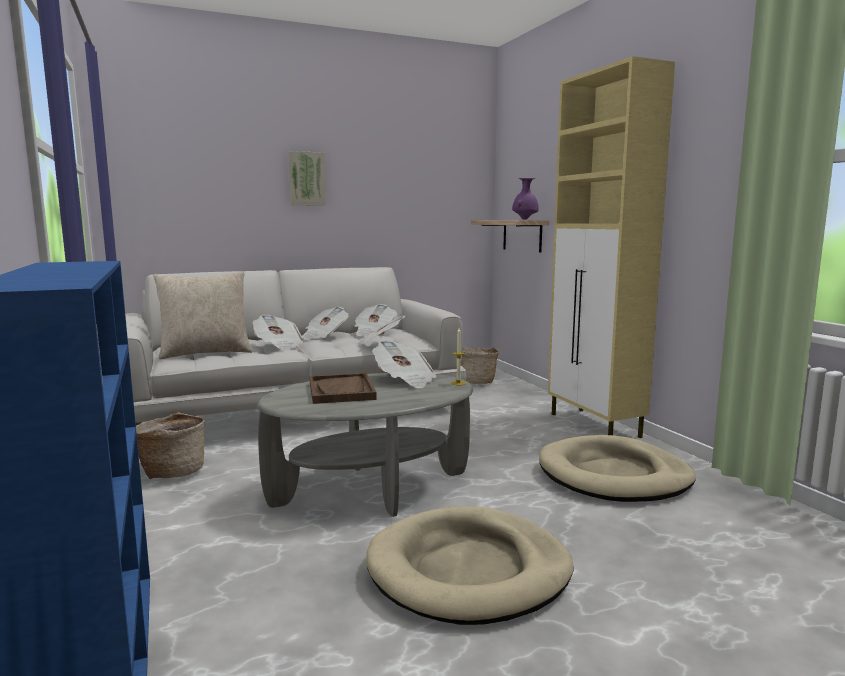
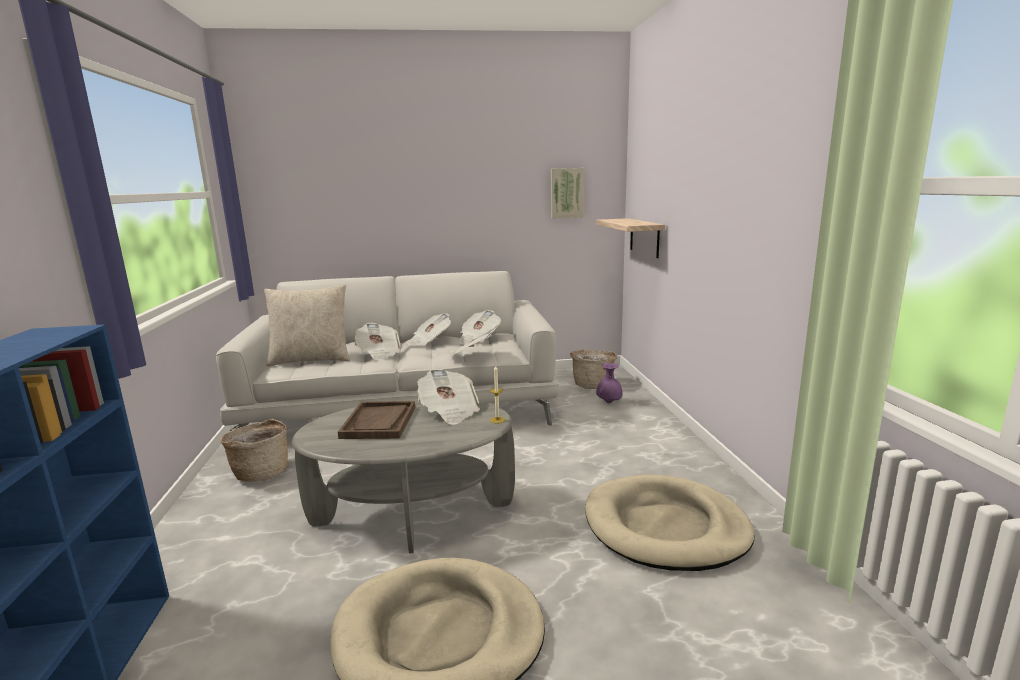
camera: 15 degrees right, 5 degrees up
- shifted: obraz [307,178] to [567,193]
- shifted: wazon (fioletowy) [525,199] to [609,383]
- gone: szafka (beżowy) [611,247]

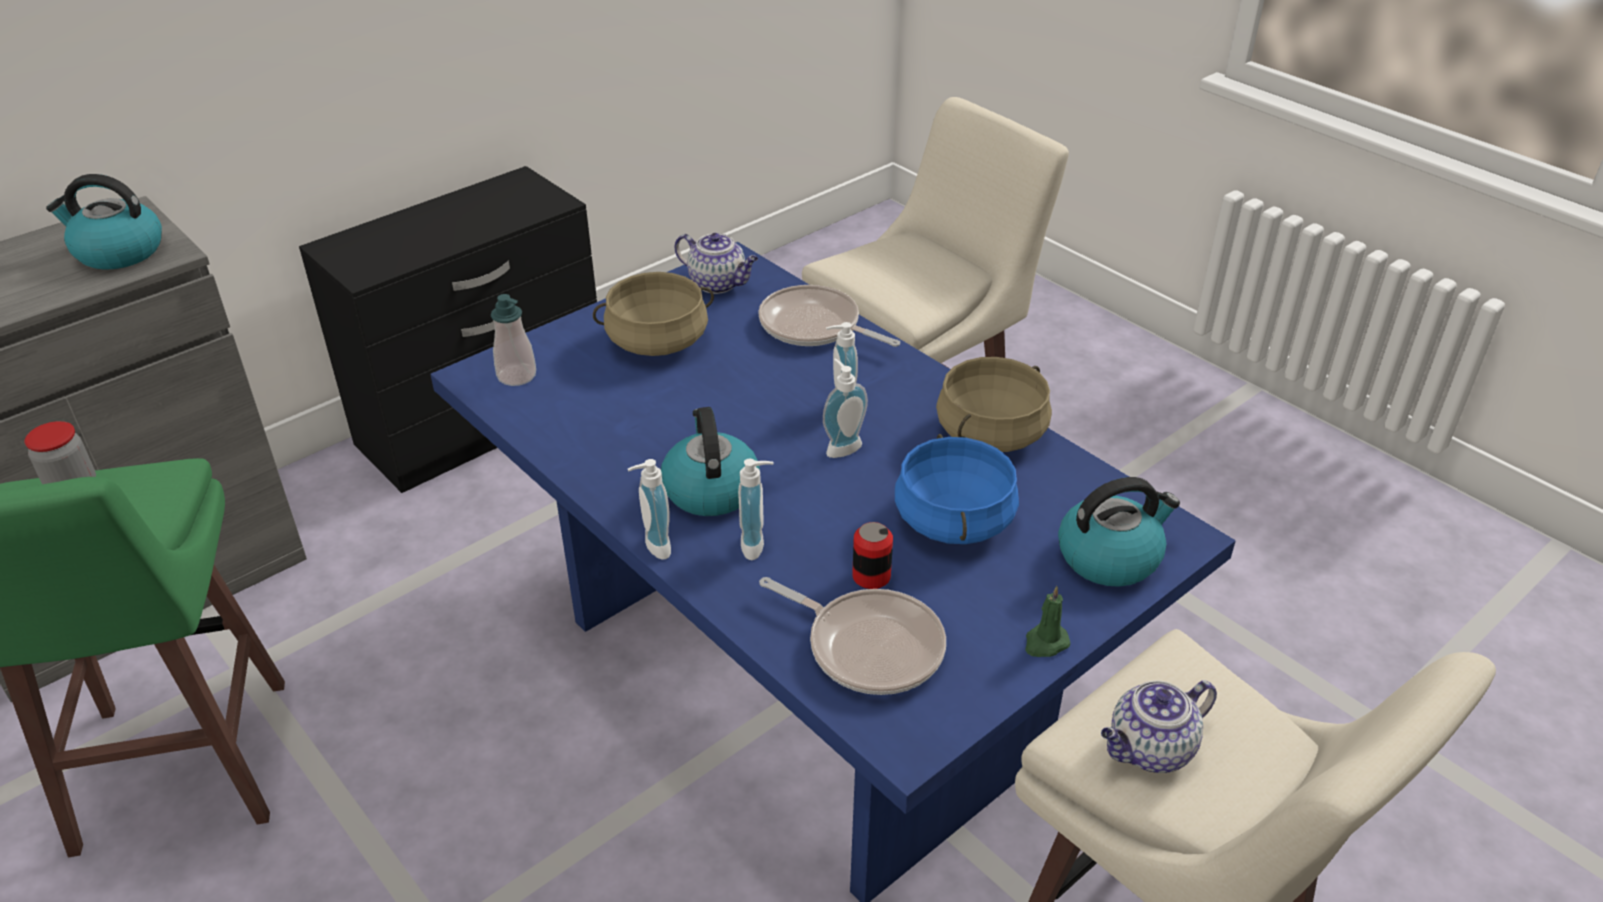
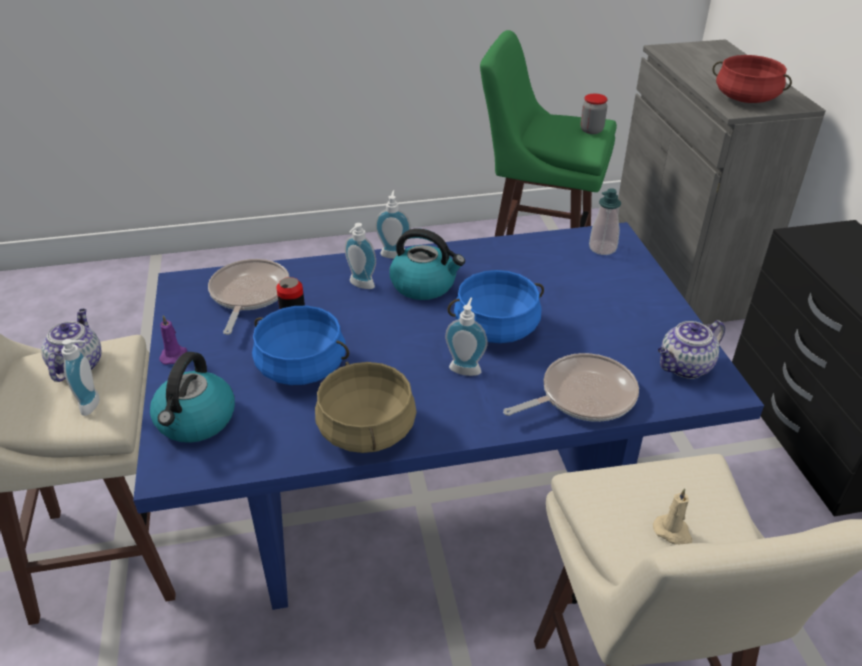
camera: 120 degrees right, 0 degrees up
- swapped: czajnik [104,222] to garnek (czerwony) [752,79]
- gone: garnek (beżowy) [653,314]
- rotated: patelnia [852,636] = [248,297] 120 degrees clockwise
- shifted: dozownik mydła [845,408] to [80,377]
- repainted: świeca (zielony) [1048,621] to świeca (fioletowy) [173,340]
- new: garnek (niebieski) [496,306]
- new: świeca (beżowy) [672,516]

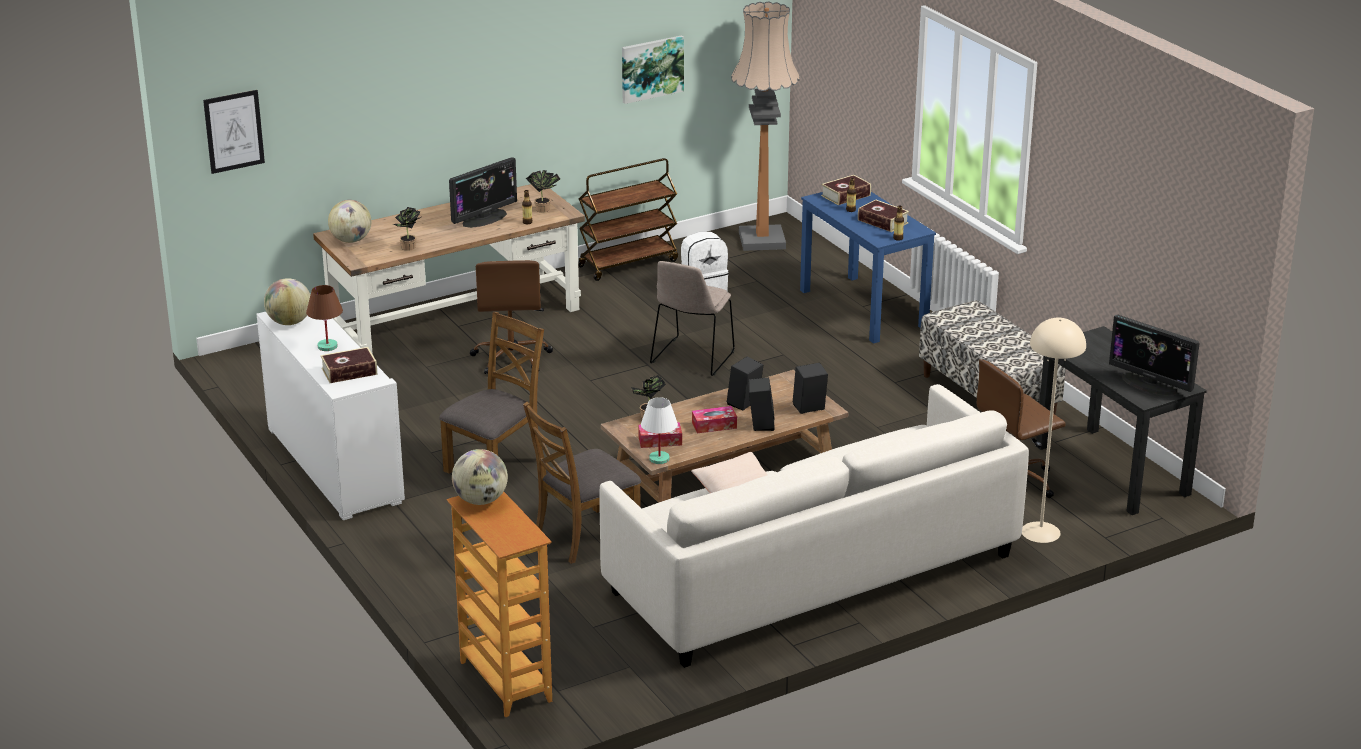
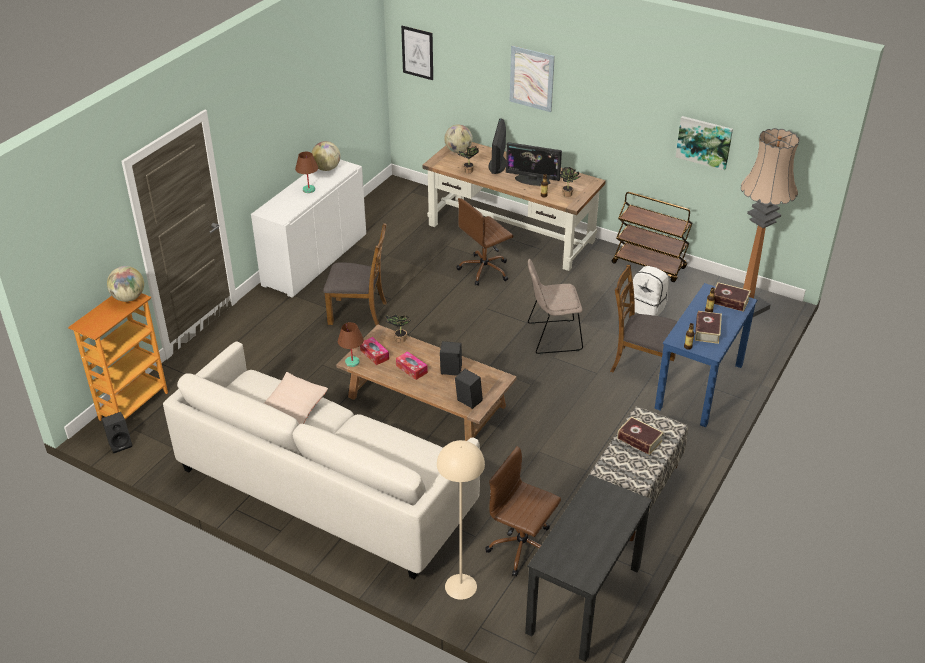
camera: 60 degrees right, 10 degrees up
- shifted: książka [349,365] to [640,435]
- shifted: krzesło (brązowy) [582,483] to [644,318]
- repainted: lampa stołowa (biały) [659,430] to lampa stołowa (brązowy) [351,344]
- shifted: głośnik (czarny) [761,404] to [116,432]
- shifted: monitor [1154,355] to [497,146]
- new: obraz [532,79]

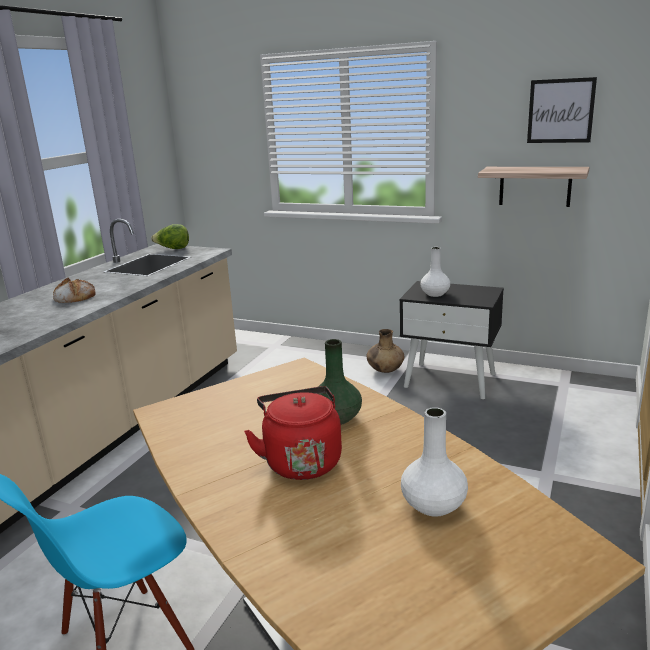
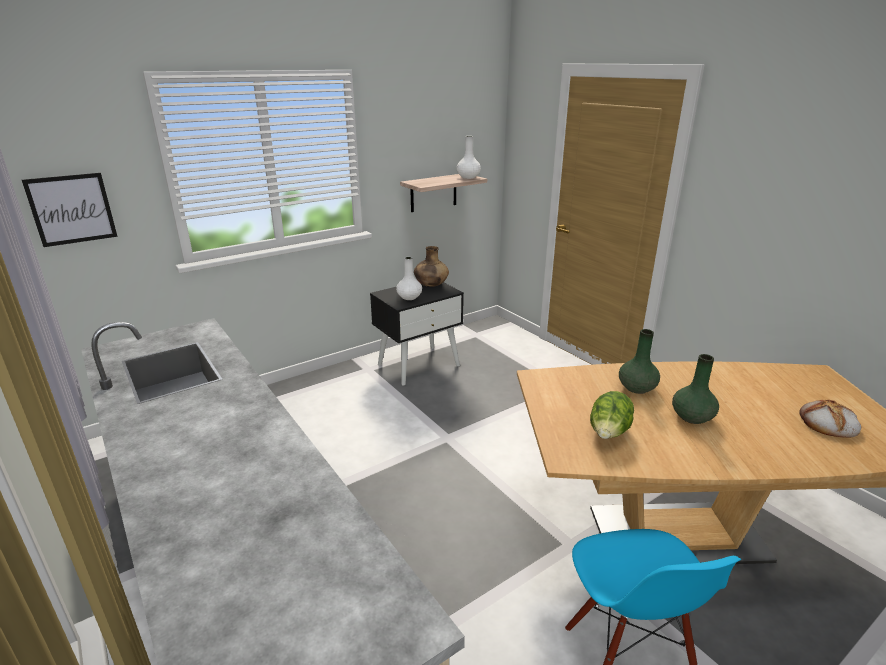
camera: 60 degrees left, 5 degrees up
- shifted: chleb [74,290] to [830,419]
- shifted: sałata [170,236] to [612,415]
- swapped: czajnik (czerwony) [293,433] to wazon (zielony) [695,389]
- shifted: wazon (brązowy) [385,351] to [431,266]
- shifted: wazon (biały) [434,462] to [469,157]
- shifted: obraz [562,110] to [70,210]

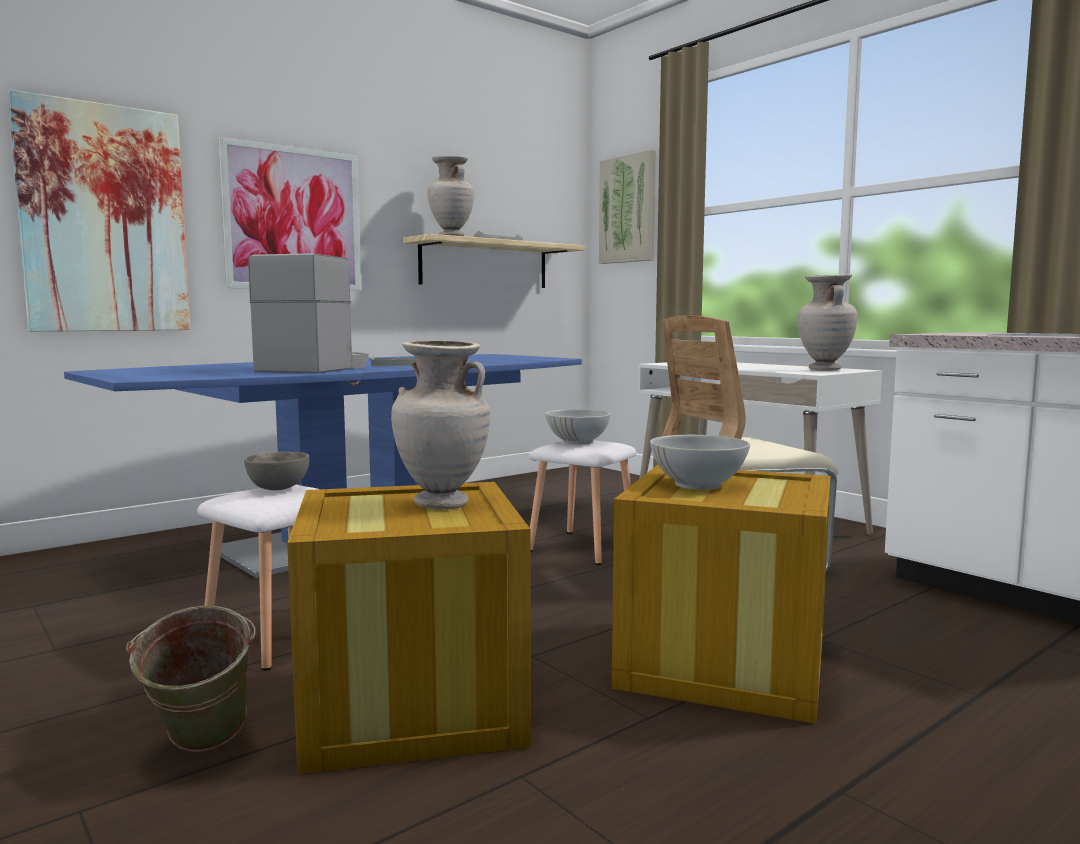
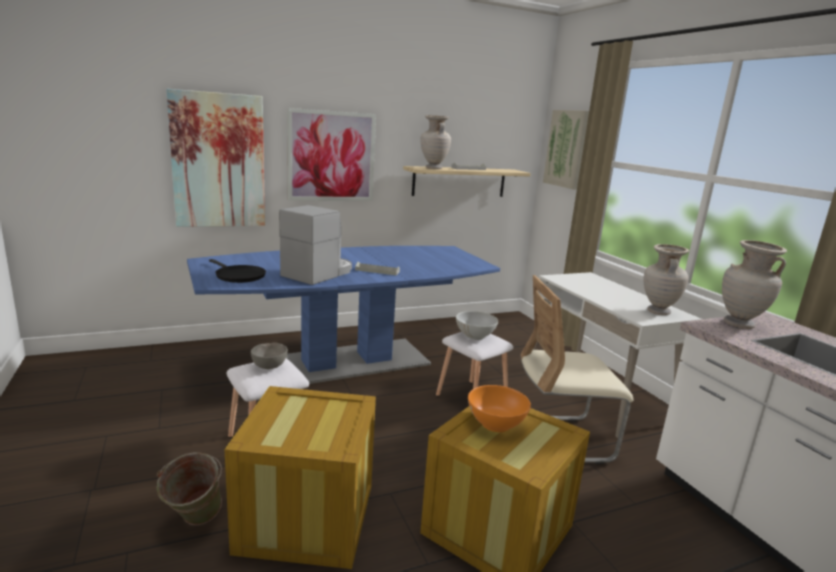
camera: 15 degrees right, 10 degrees up
- shifted: wazon (beżowy) [440,425] to [754,284]
- repainted: miska (biały) [700,462] to miska (pomarańczowy) [499,408]
- new: patelnia (czarny) [237,271]

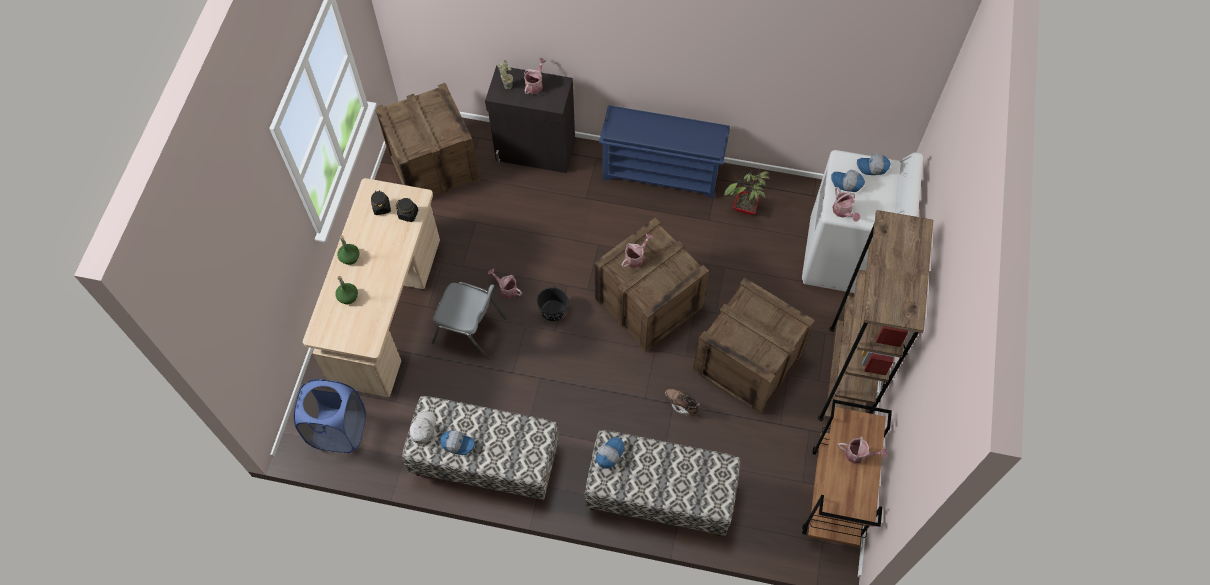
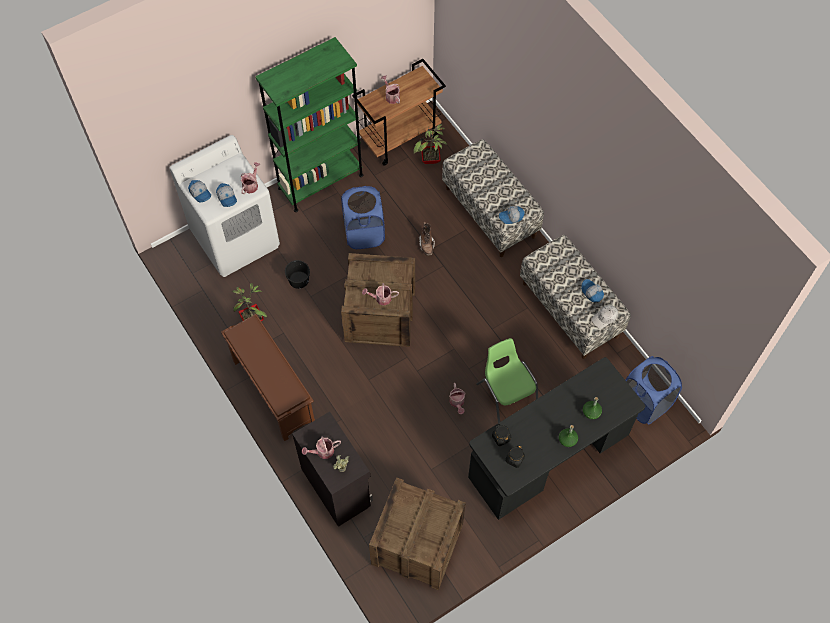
camera: 135 degrees left, 0 degrees up
- repainted: biurko (beżowy) [371,287] to biurko (czarny) [557,438]
- repainted: krzesło (szary) [469,320] to krzesło (zielony) [507,380]
- shifted: wiadro (czarny) [552,303] to [297,274]
- repainted: regał na buty (niebieski) [664,151] to regał na buty (brązowy) [268,377]
- swapped: skrzynka [754,345] to kosz na pranie (niebieski) [363,217]
- repainted: regał (brązowy) [875,315] to regał (zielony) [309,124]
- new: roślina doniczkowa [430,144]

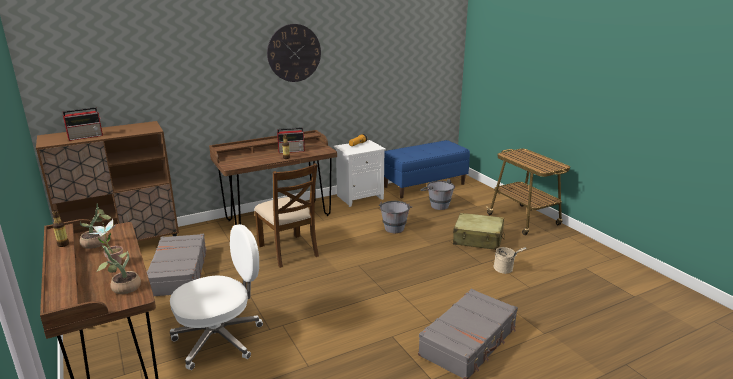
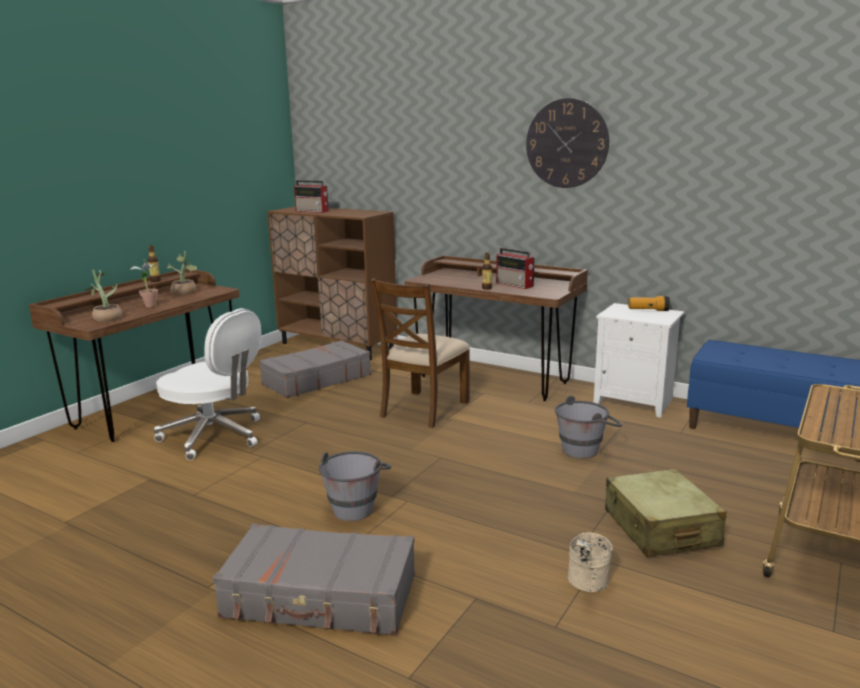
camera: 60 degrees right, 5 degrees down
- shifted: wiadro (szary) [438,194] to [355,486]

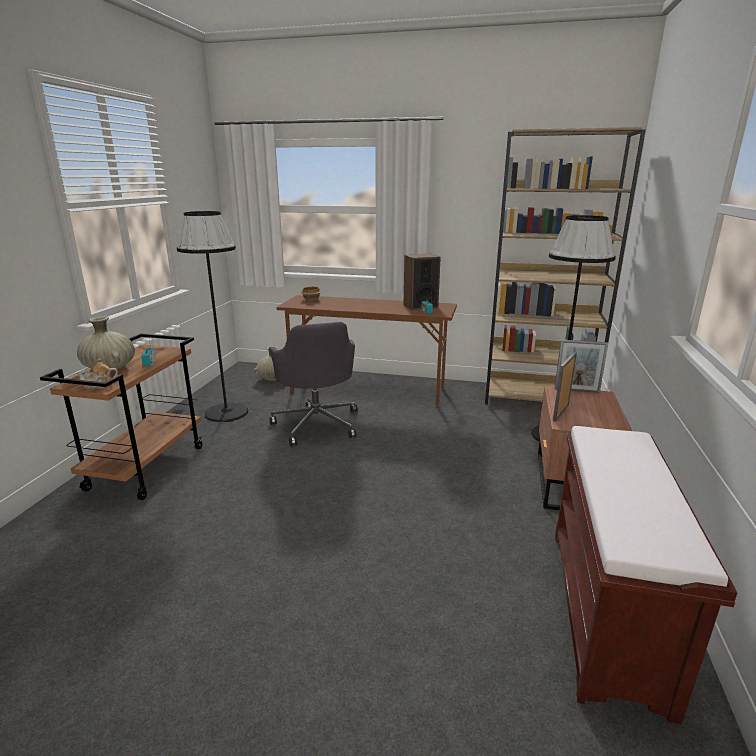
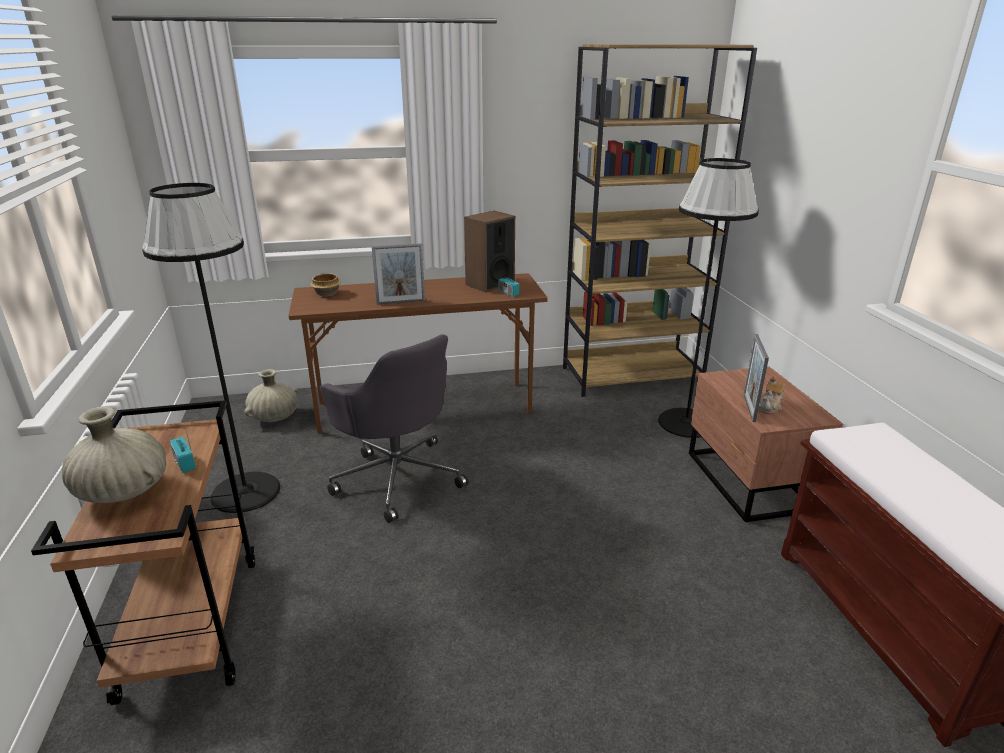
camera: 25 degrees left, 5 degrees up
- shifted: imbryk [97,373] to [771,395]
- shifted: ramka na zdjęcie [581,366] to [398,274]

